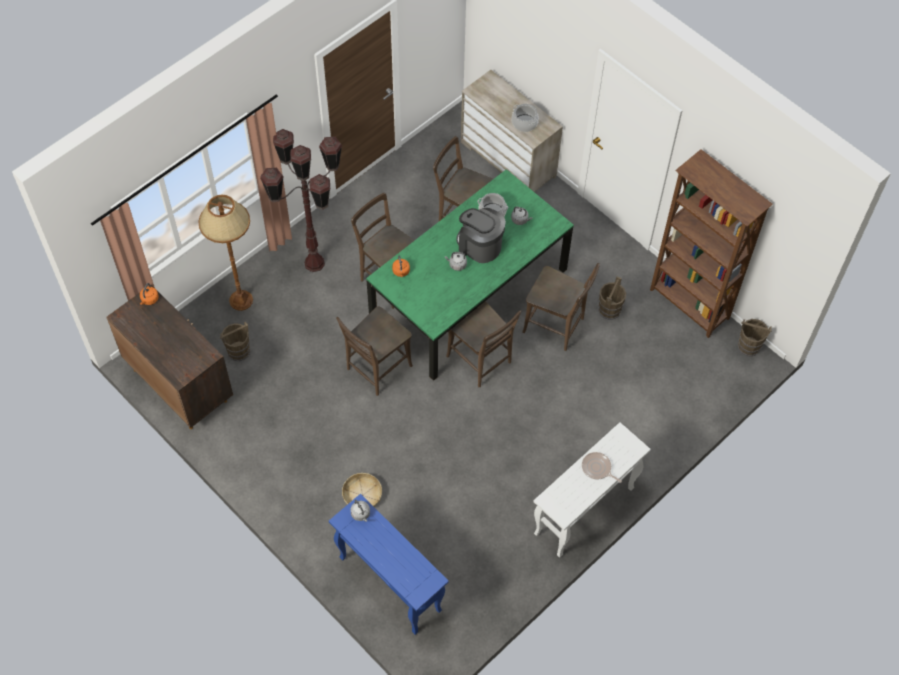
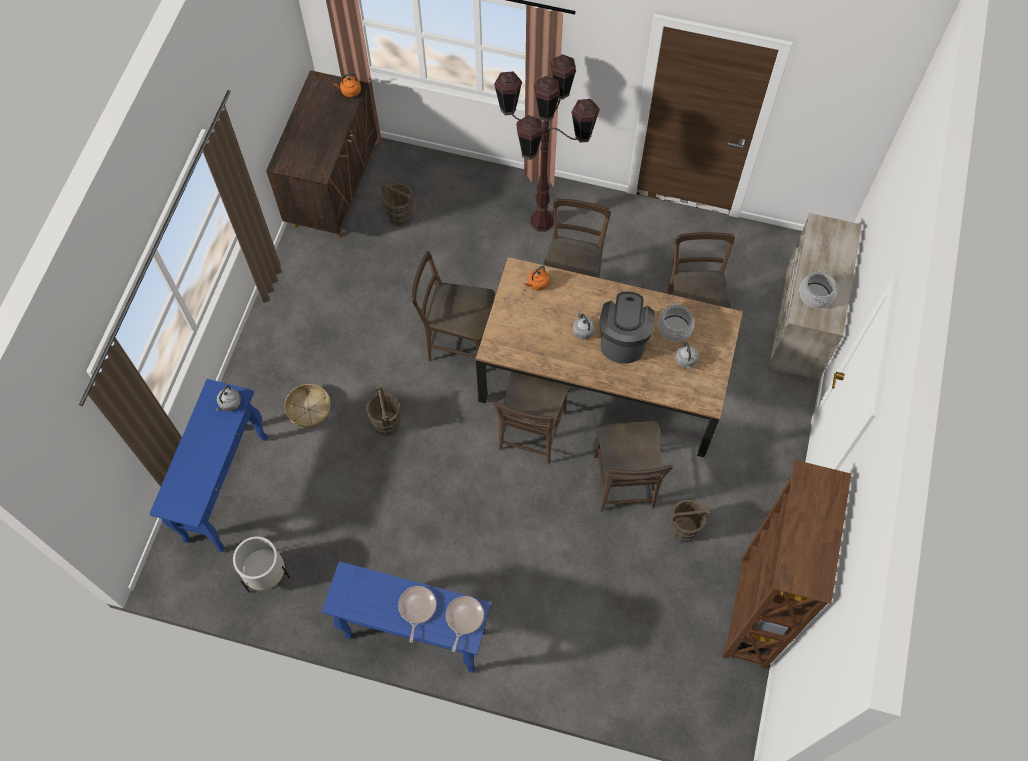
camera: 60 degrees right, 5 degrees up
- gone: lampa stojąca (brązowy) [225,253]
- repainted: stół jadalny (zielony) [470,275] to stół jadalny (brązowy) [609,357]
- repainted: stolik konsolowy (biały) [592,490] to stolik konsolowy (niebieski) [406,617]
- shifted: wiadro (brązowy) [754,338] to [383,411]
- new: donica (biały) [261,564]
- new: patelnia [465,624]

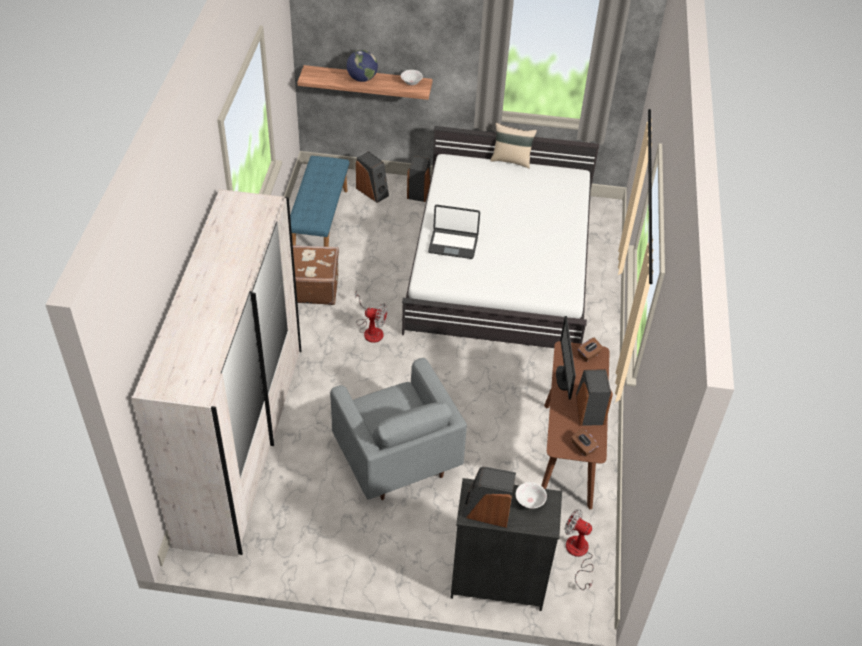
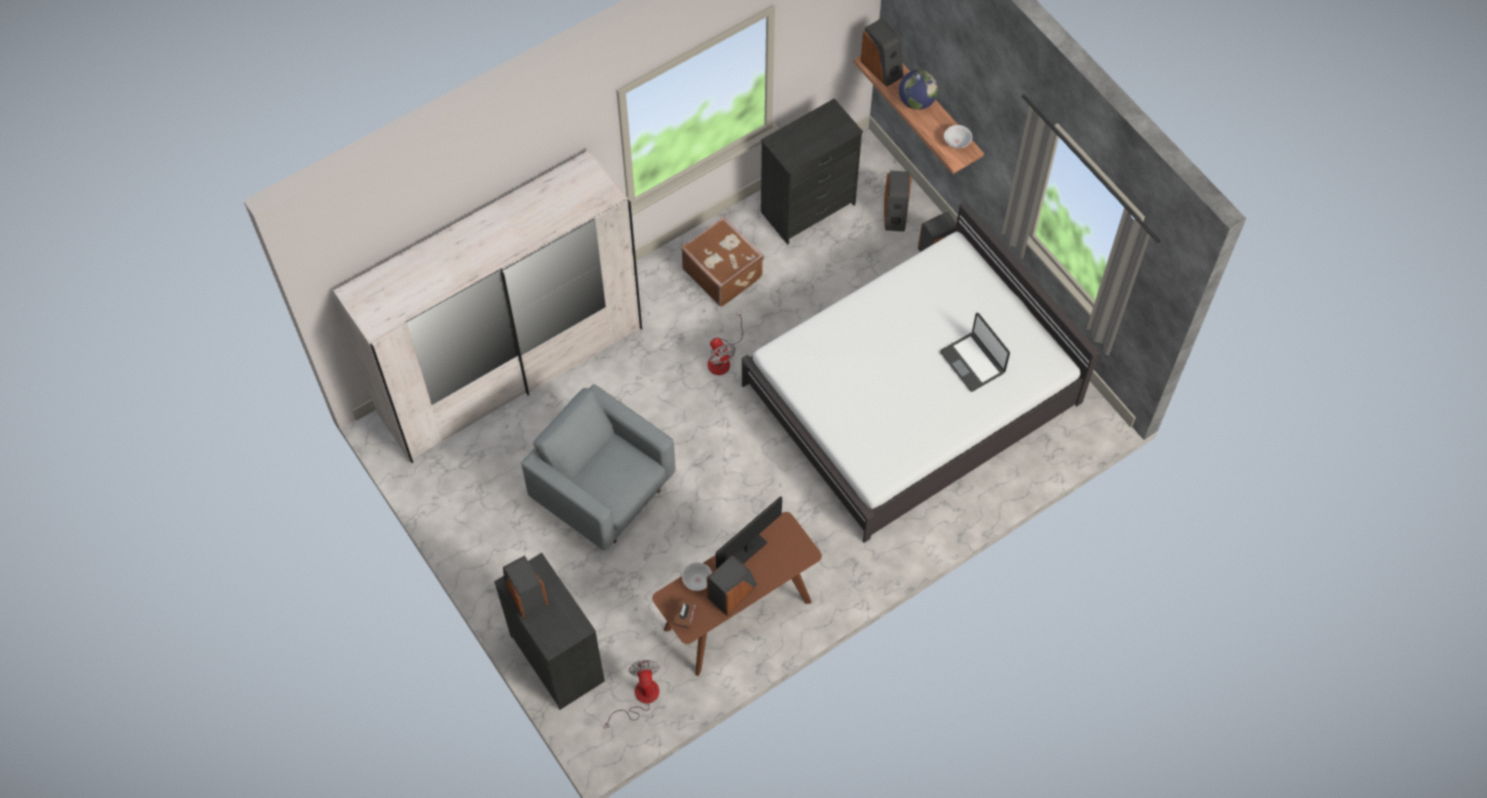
camera: 50 degrees right, 15 degrees up
- swapped: ławka (niebieski) [319,201] to komoda (czarny) [812,172]
- rotated: fotel (szary) [398,429] = [598,467] 105 degrees clockwise
- shifted: laptop [454,232] to [975,352]
- gone: poduszka (beżowy) [513,146]
- shifted: miska (biały) [531,495] to [697,576]
- gone: pudełko chusteczek (brązowy) [590,350]
- new: głośnik [881,52]

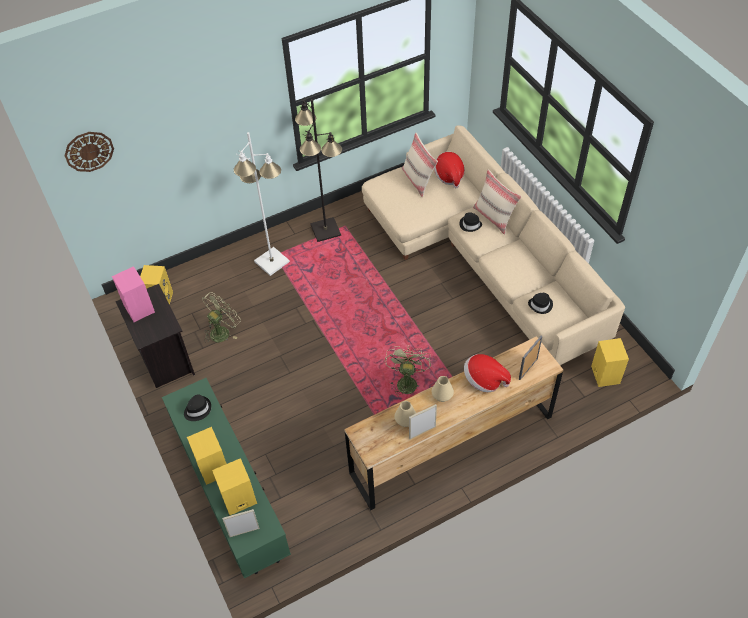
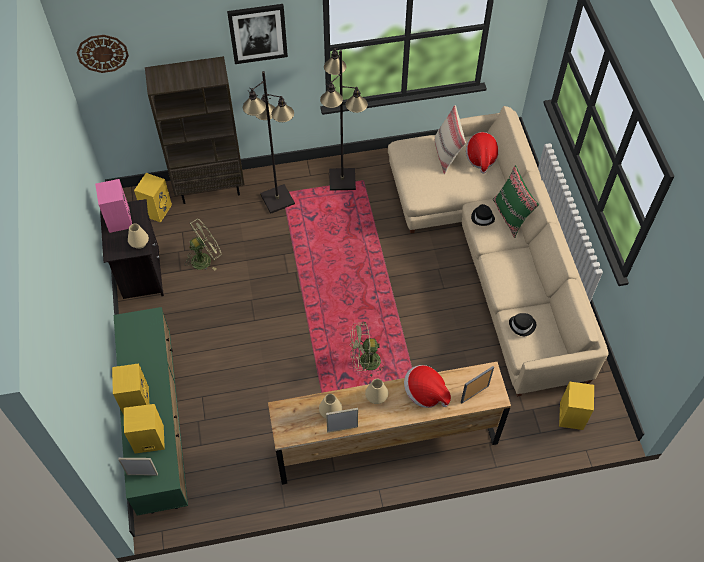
camera: 15 degrees right, 5 degrees up
- gone: kapelusz (czarny) [197,408]
- repainted: lampa stojąca (biały) [262,204] to lampa stojąca (czarny) [269,142]
- rotated: wentylator (zielony) [408,371] = [367,350] 120 degrees counterclockwise
- repainted: poduszka (beżowy) [497,202] to poduszka (zielony) [516,201]
- new: wazon (beżowy) [138,236]
- new: regał (brązowy) [195,130]
- new: obraz [257,34]

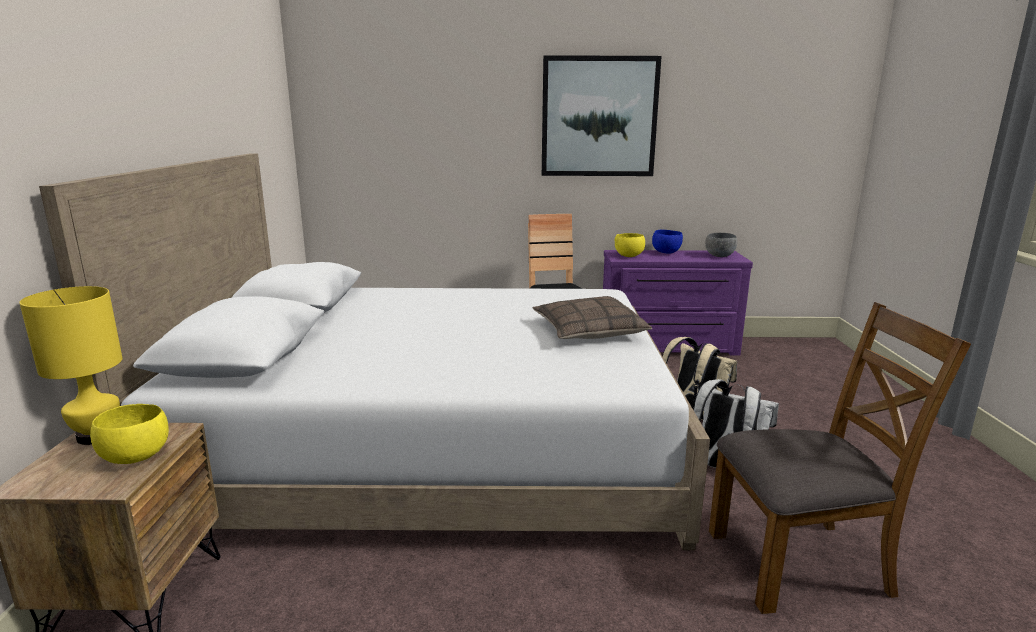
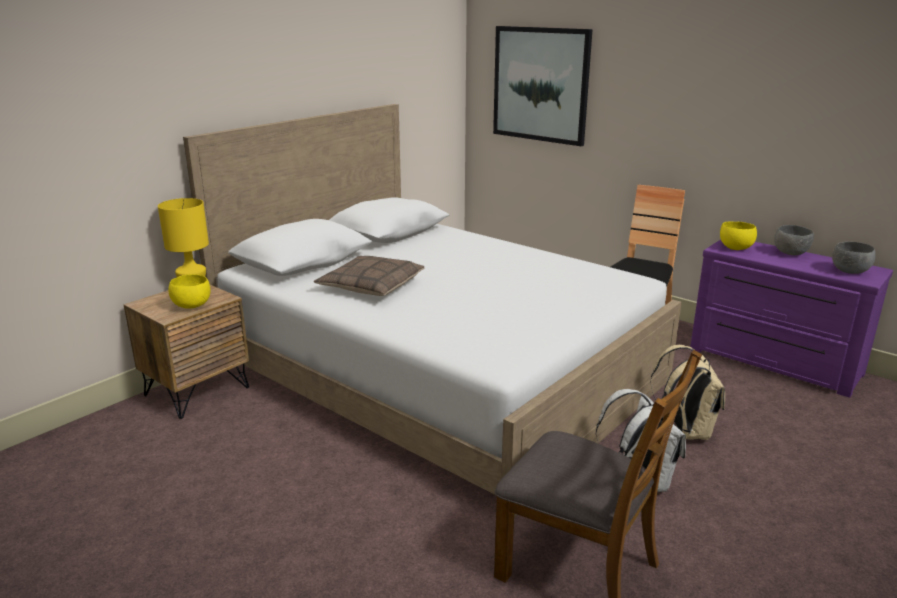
camera: 40 degrees right, 5 degrees up
- shifted: poduszka [592,317] to [369,276]
- shifted: obraz [602,115] to [543,86]
- repainted: miska (niebieski) [667,242] to miska (szary) [794,240]

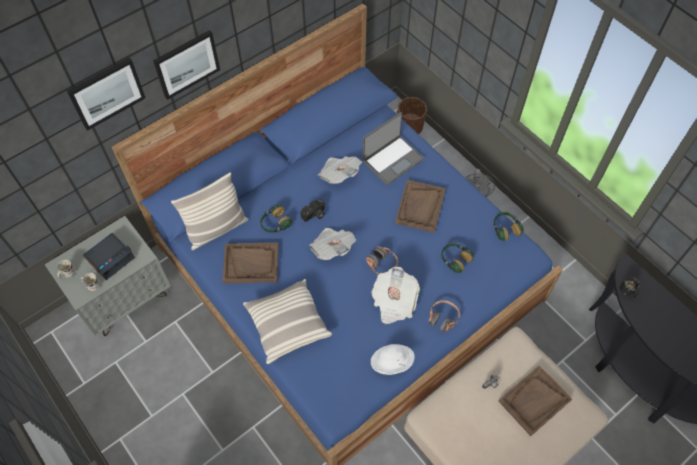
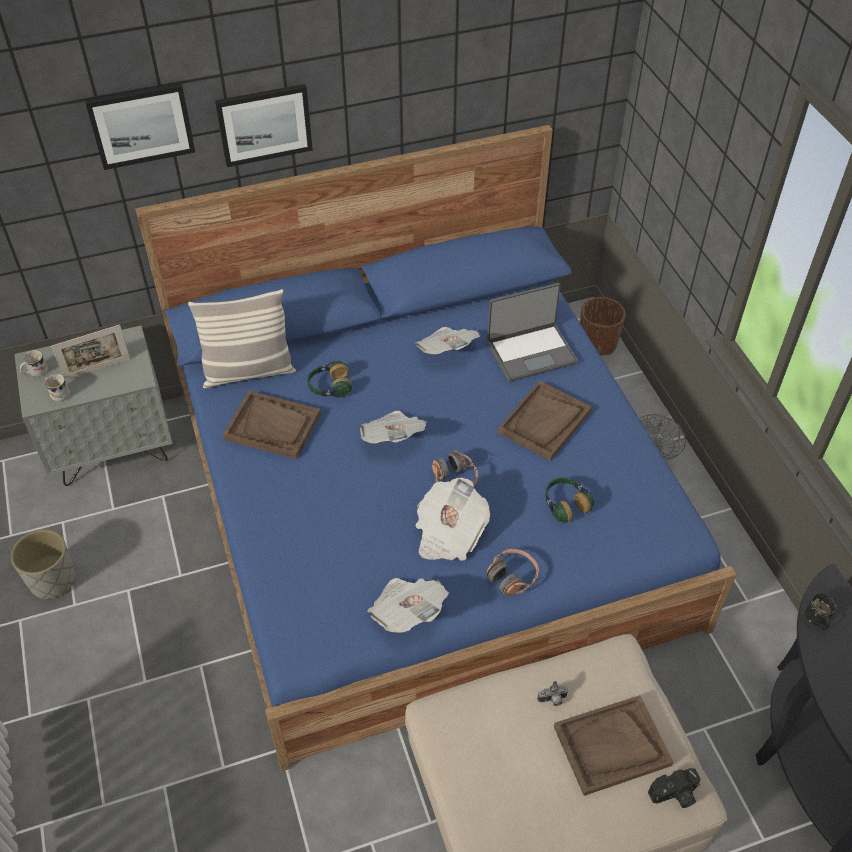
camera: 20 degrees right, 10 degrees down
- swapped: budzik [109,256] to ramka na zdjęcie [90,352]
- gone: poduszka [287,321]
- shifted: aparat fotograficzny [312,210] to [674,788]
- swapped: kapelusz (biały) [393,359] to gazeta [408,605]
- gone: słuchawki [509,226]
- new: donica (szary) [43,564]

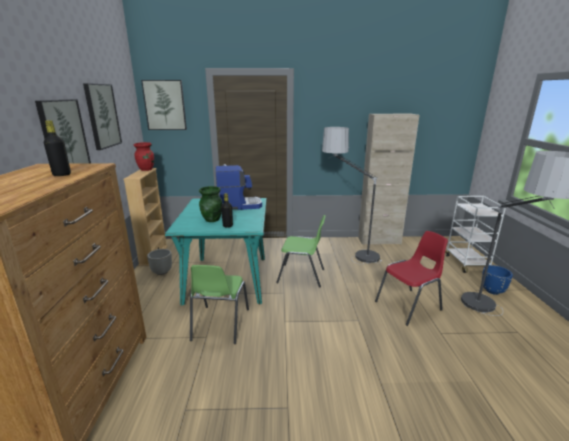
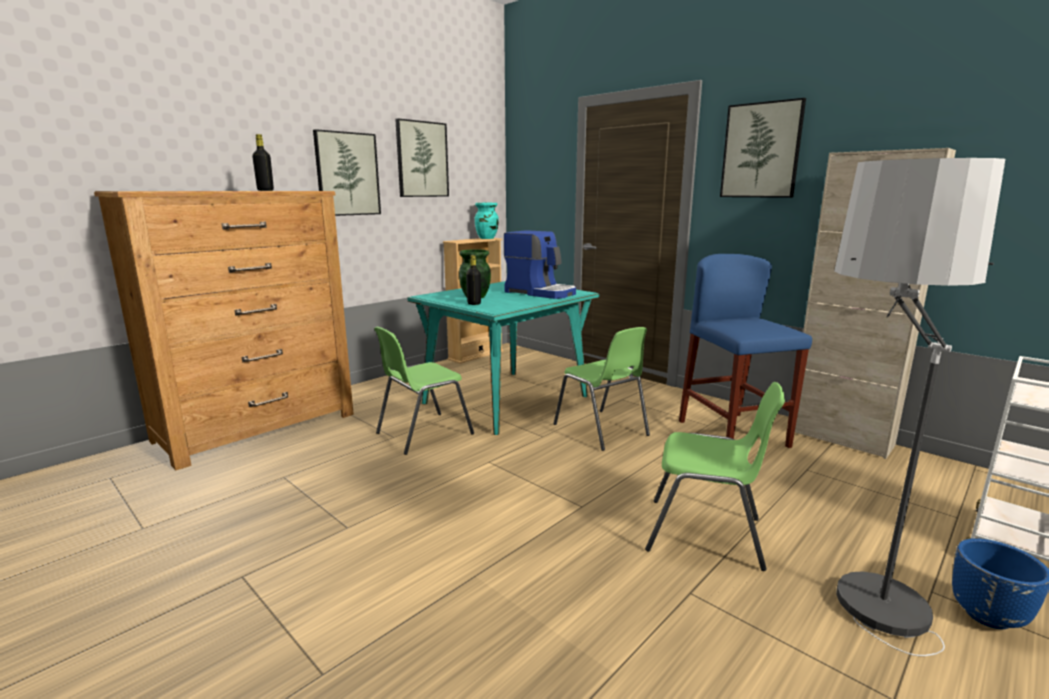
camera: 45 degrees right, 5 degrees down
- repainted: wazon (czerwony) [144,156] to wazon (turkusowy) [487,221]
- shifted: obraz [164,105] to [763,148]
- gone: donica (szary) [159,262]
- swapped: lampa stojąca [352,195] to stołek (niebieski) [745,351]
- repainted: krzesło (czerwony) [411,278] to krzesło (zielony) [715,476]

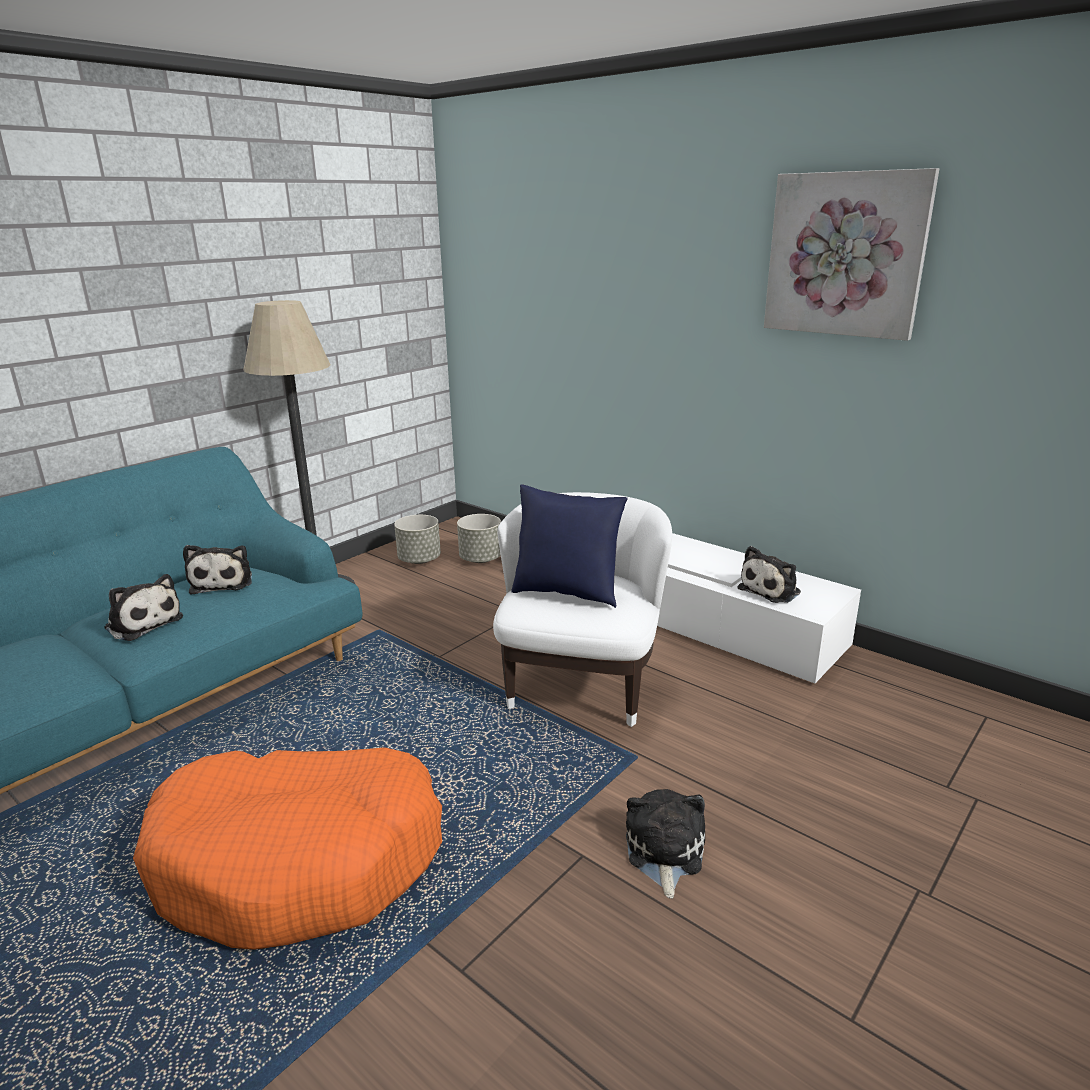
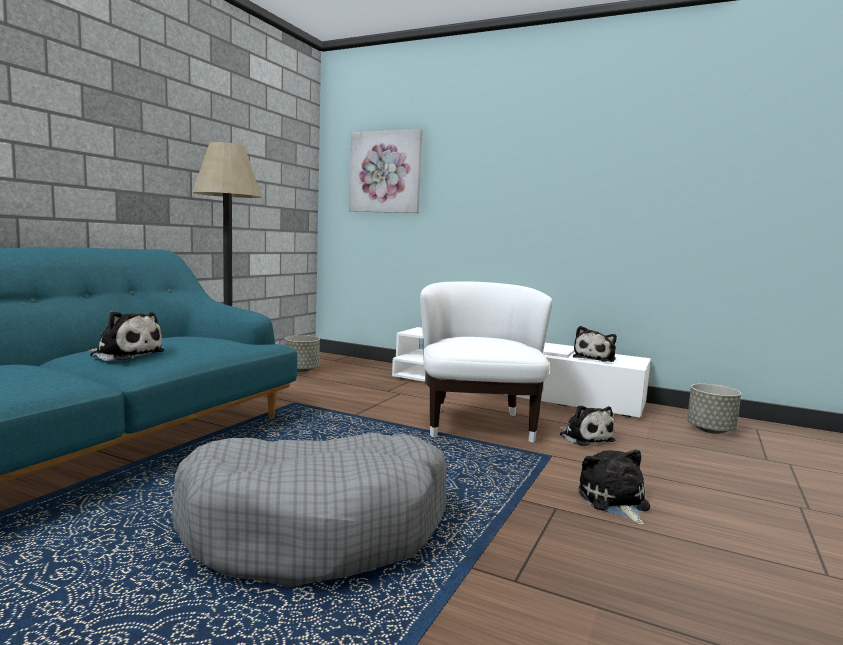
camera: 15 degrees left, 15 degrees down
- repainted: legowisko (pomarańczowy) [287,848] to legowisko (szary) [309,510]
- shifted: pluszak [217,570] to [587,425]
- shifted: donica (szary) [479,538] to [714,409]
- gone: poduszka (niebieski) [569,546]
- shifted: obraz [851,254] to [386,171]

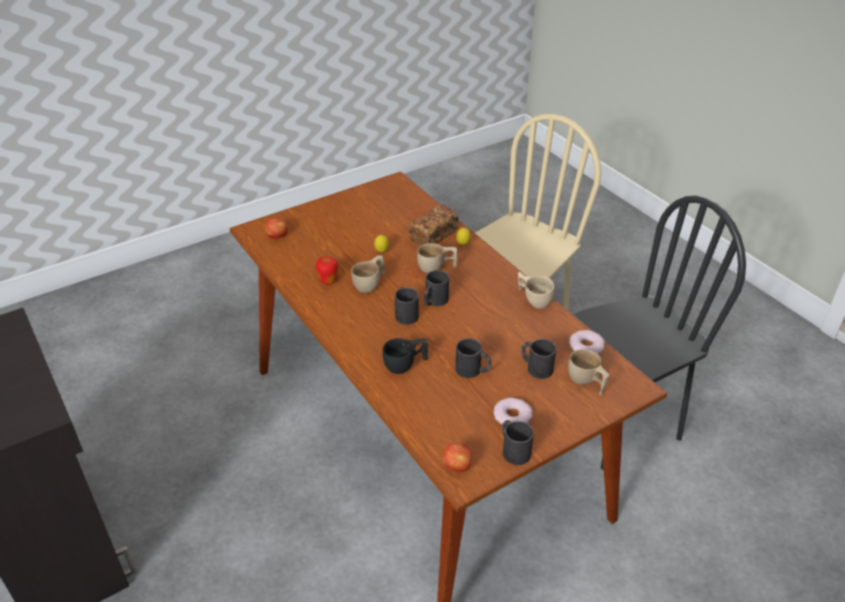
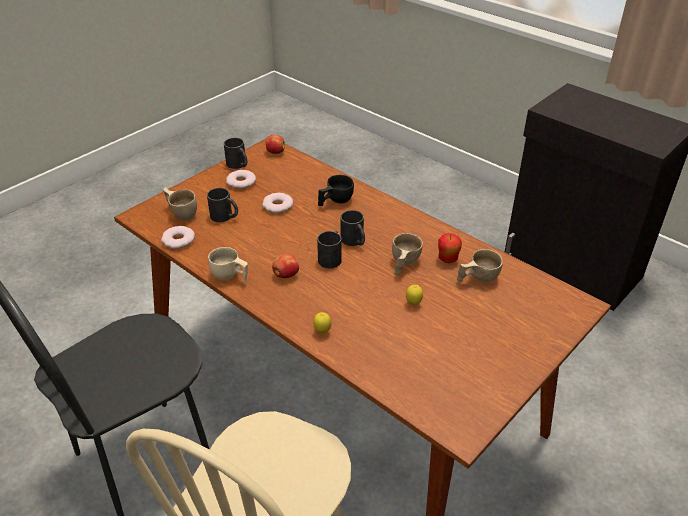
camera: 165 degrees right, 0 degrees up
- shifted: jabłko [276,228] to [285,266]
- gone: chleb [434,224]
- shifted: filiżanka (beżowy) [437,258] to [480,266]
- swapped: kubek (czarny) [473,358] to donut [277,203]

